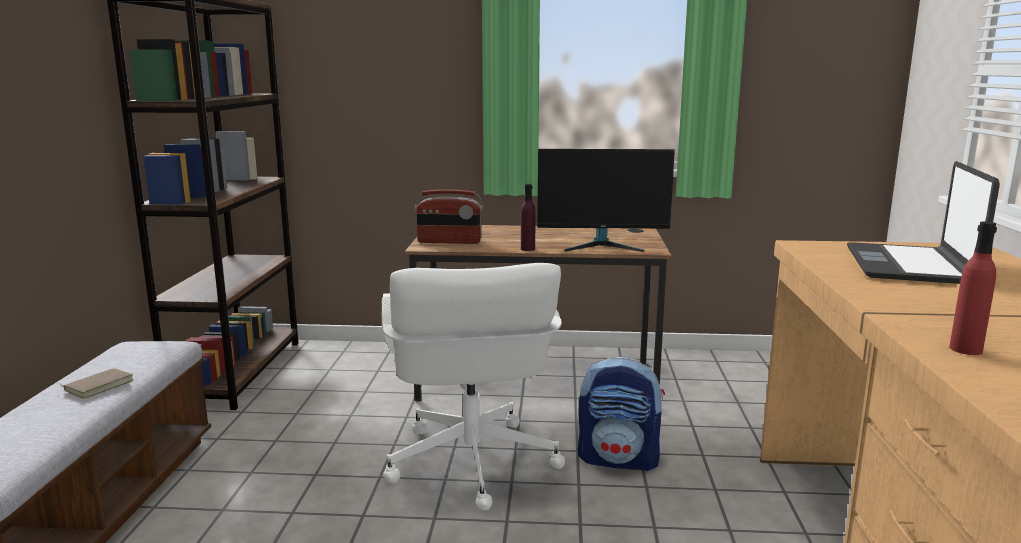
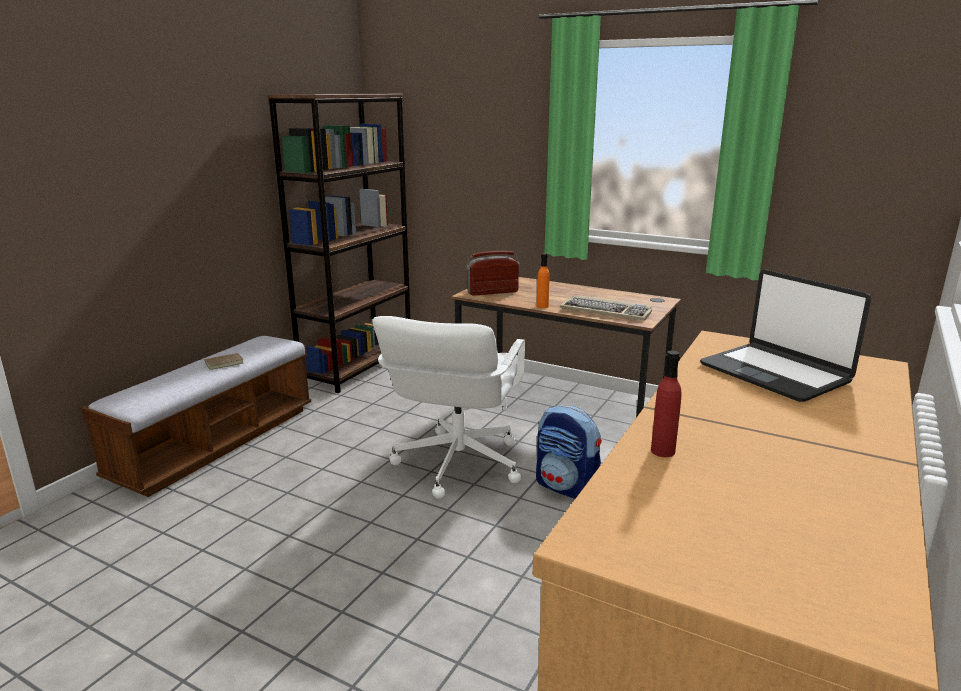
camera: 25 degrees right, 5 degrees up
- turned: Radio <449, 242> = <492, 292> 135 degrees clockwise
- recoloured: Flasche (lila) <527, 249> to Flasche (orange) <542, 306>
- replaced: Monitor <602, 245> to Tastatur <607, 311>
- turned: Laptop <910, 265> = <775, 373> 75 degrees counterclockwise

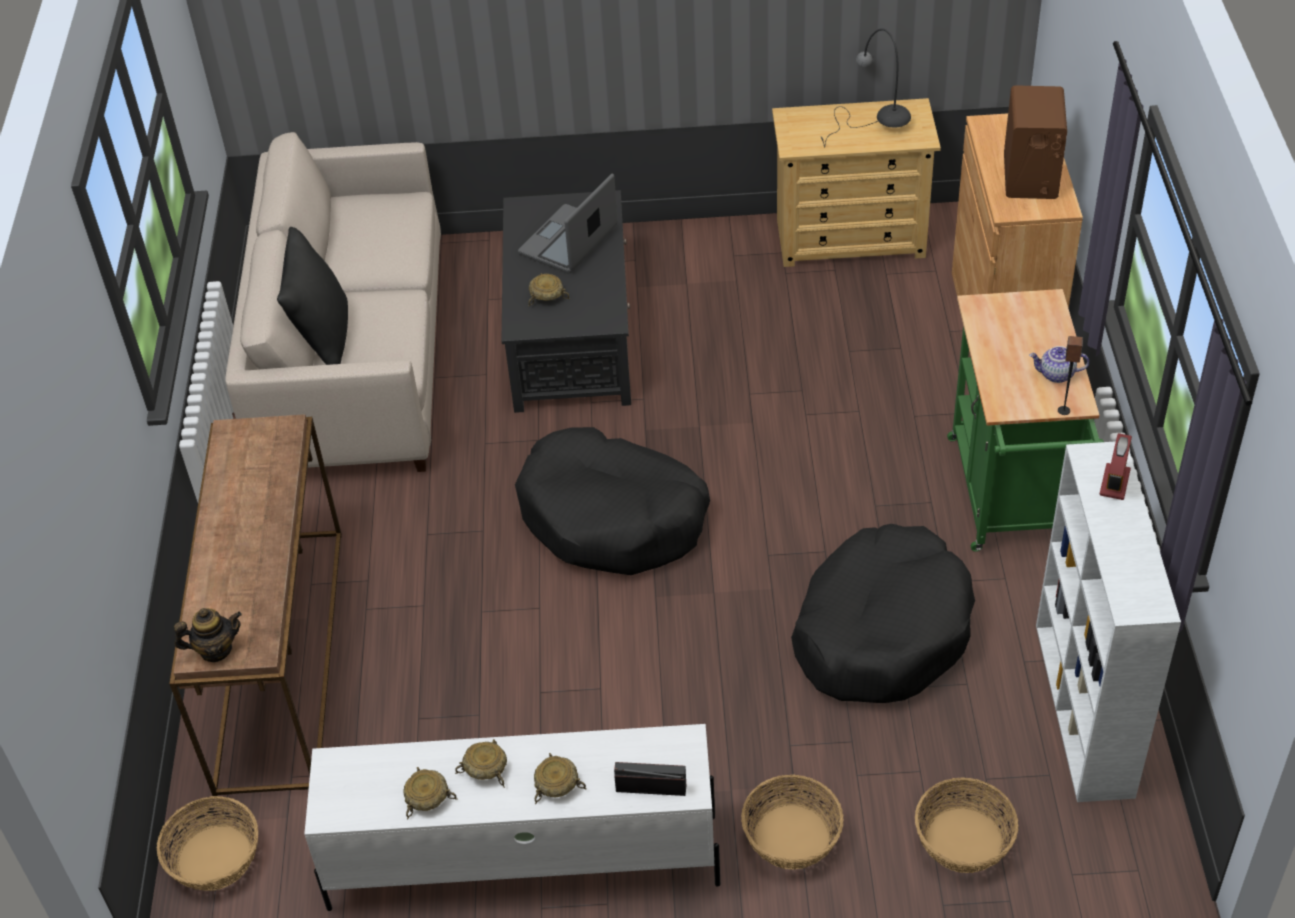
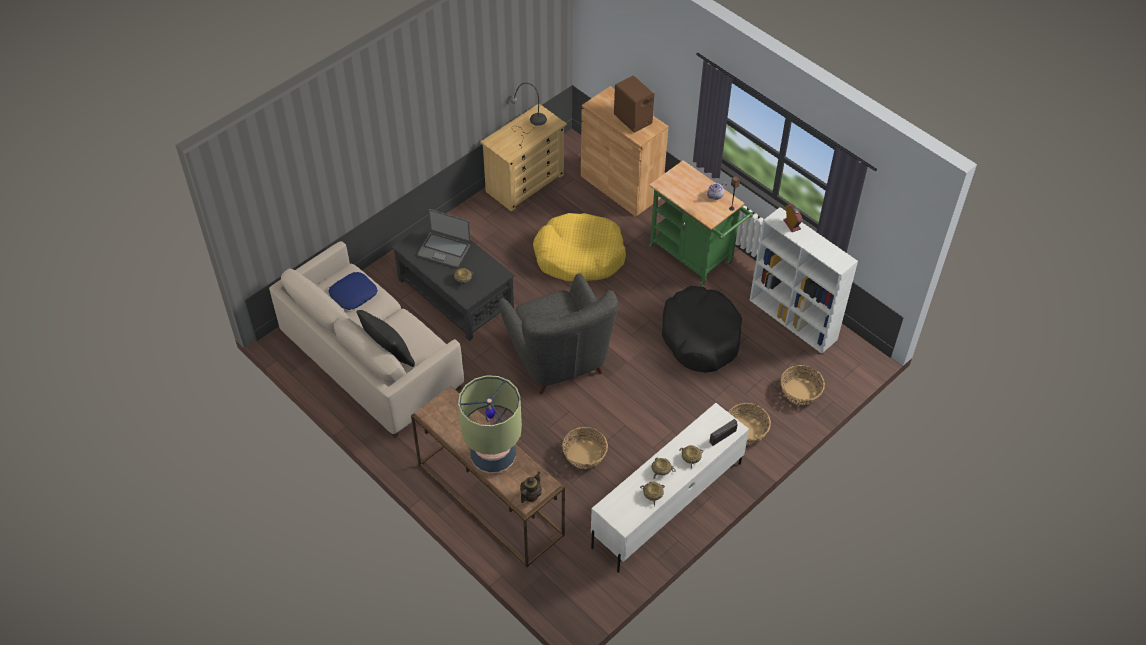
camera: 45 degrees left, 5 degrees up
- moved: Korb <215, 858> to <585, 454>
- replaced: Hundebett (schwarz) <613, 518> to Sessel (grau) <558, 358>
- turned: Laptop <569, 241> = <444, 249> 60 degrees counterclockwise
- added: Kissen (blau) <353, 294>
- added: Tischlampe <493, 457>
- added: Hundebett (gelb) <579, 256>

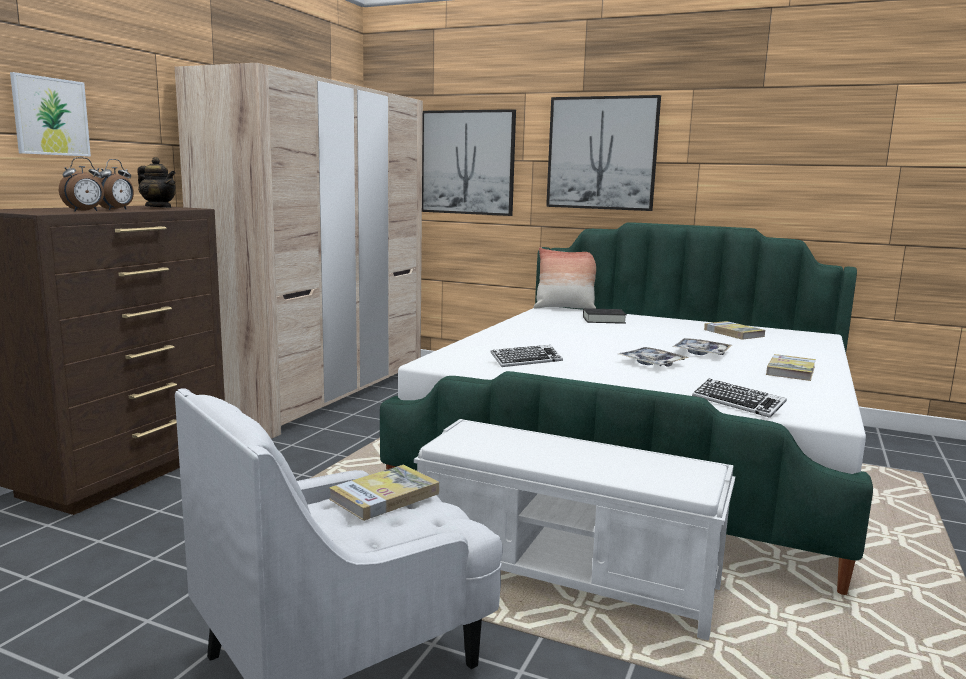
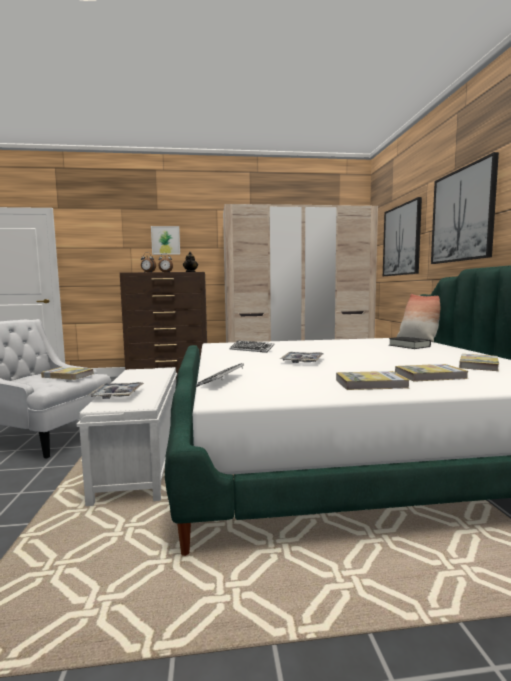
camera: 60 degrees right, 5 degrees down
- moved: Tablett <701, 353> to <117, 395>
- added: Buch <430, 376>

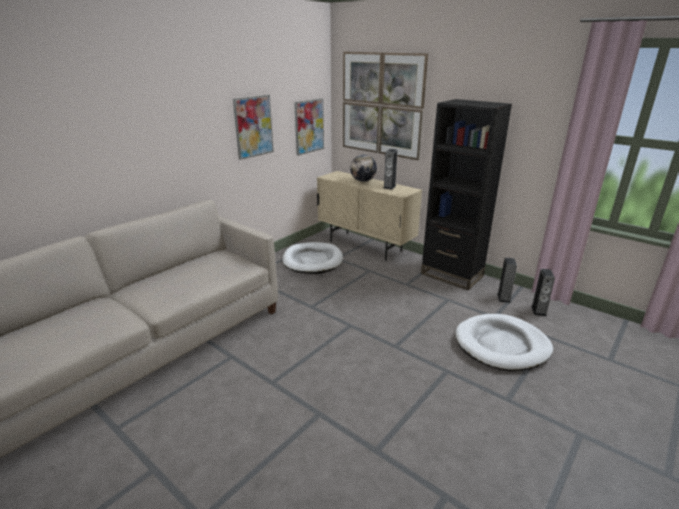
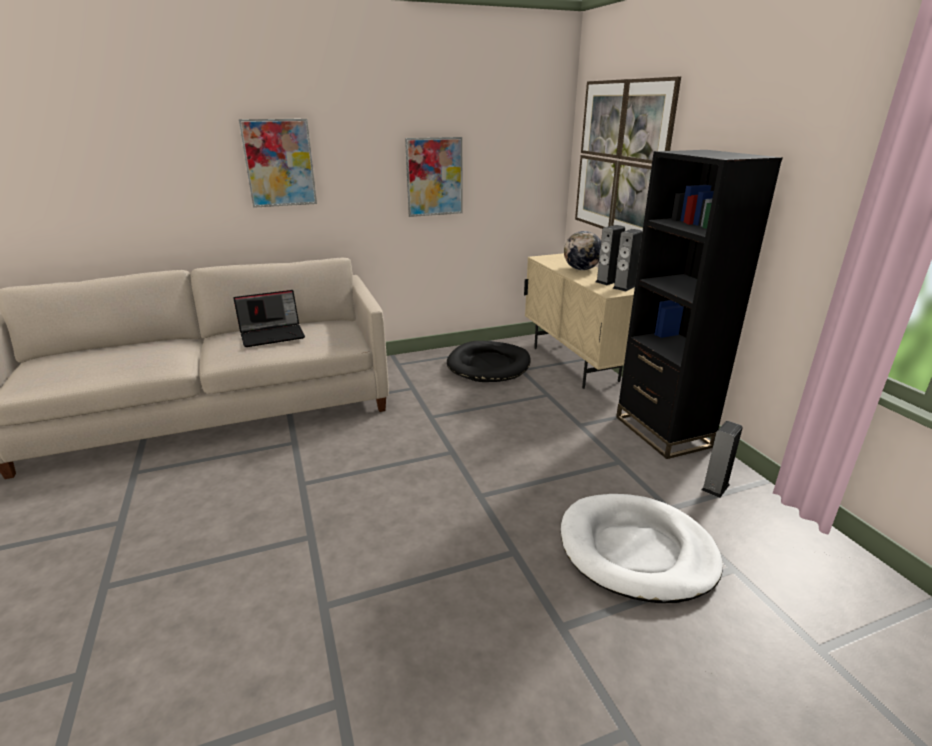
camera: 30 degrees right, 0 degrees up
- recoloured: Hundebett (weiß) <313, 260> to Hundebett (schwarz) <489, 365>
- moved: Bild <309, 126> to <279, 163>
- moved: Lautsprecher <538, 310> to <624, 287>
- added: Laptop <273, 334>

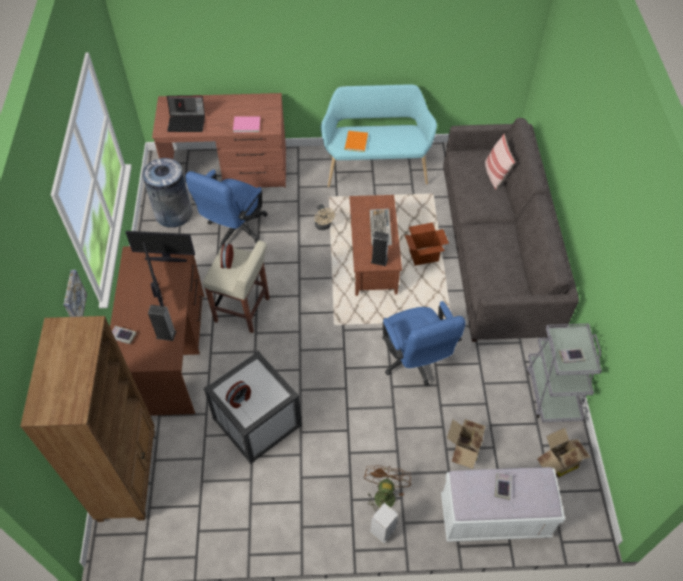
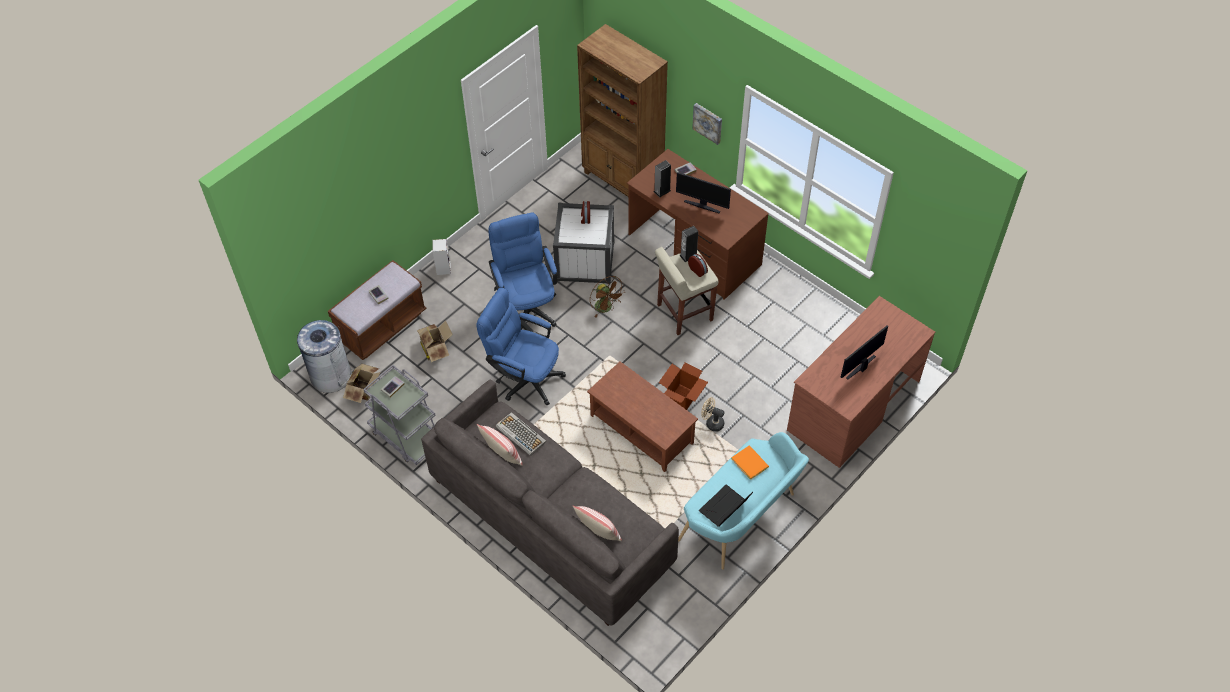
camera: 135 degrees right, 0 degrees up
- moved: Monitor <166, 258> to <861, 368>
- moved: Mülleimer (grau) <173, 214> to <331, 375>
- moved: Laptop <187, 122> to <724, 509>
- moved: Bürostuhl (blau) <234, 231> to <527, 304>
- removed: Buch (rosa) <246, 124>
- moved: Ventilator (braun) <384, 493> to <606, 308>
- moved: Tastatur <381, 228> to <520, 434>
- moved: Lautsprecher <379, 260> to <688, 255>
- moved: Karton <424, 256> to <682, 398>
- recoloured: Bank (weiß) <494, 517> to Bank (braun) <382, 326>
- added: Kissen <502, 454>

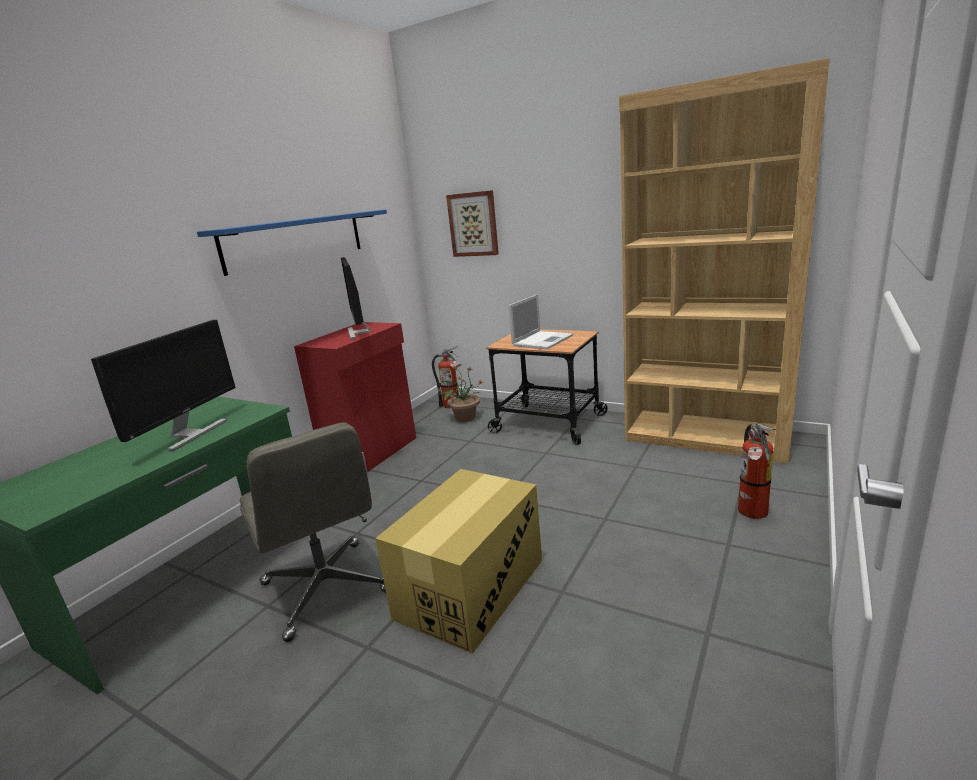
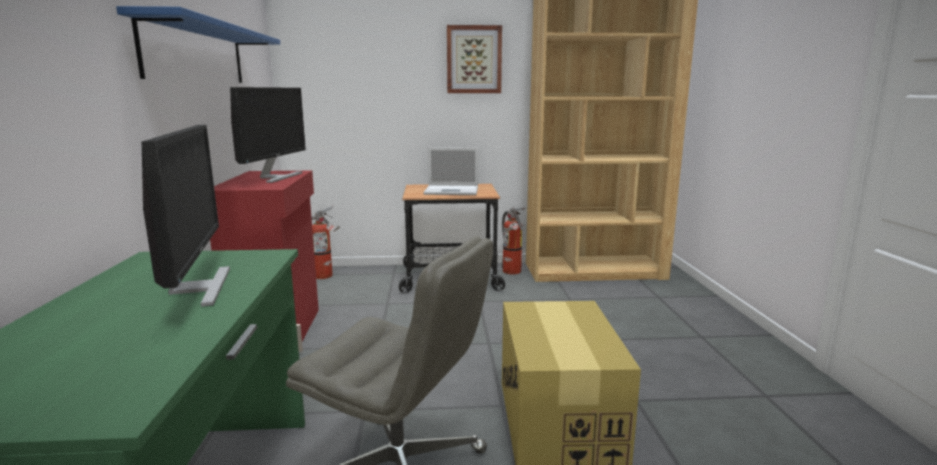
camera: 35 degrees left, 5 degrees down
- turned: Monitor <359, 332> = <275, 177> 120 degrees counterclockwise
- removed: Topfpflanze <464, 417>
- moved: Bild <473, 224> to <474, 60>
- turned: Laptop <543, 340> = <453, 191> 90 degrees clockwise
- moved: Feuerlöscher <752, 513> to <512, 272>

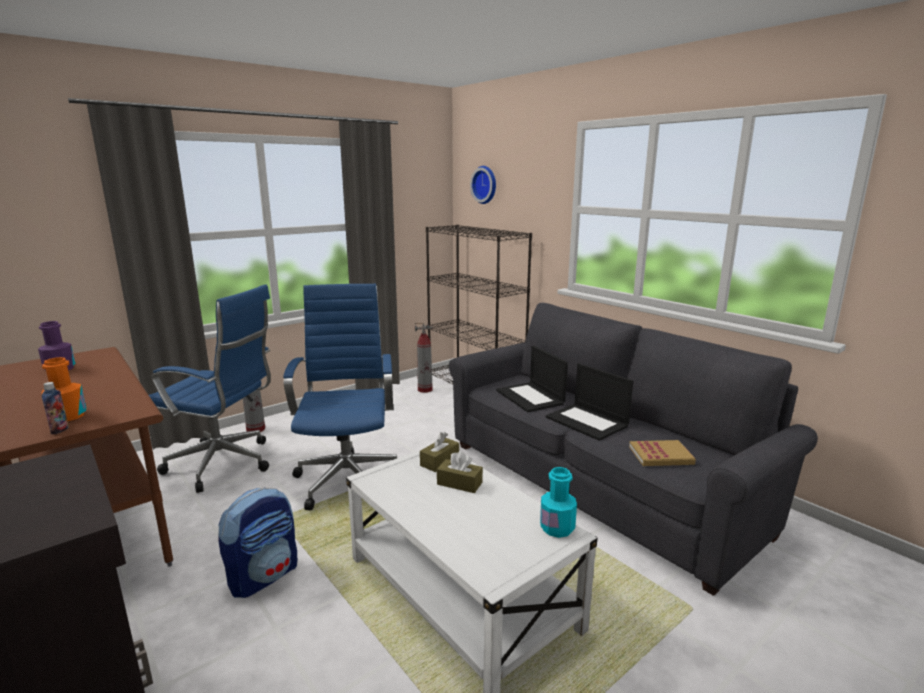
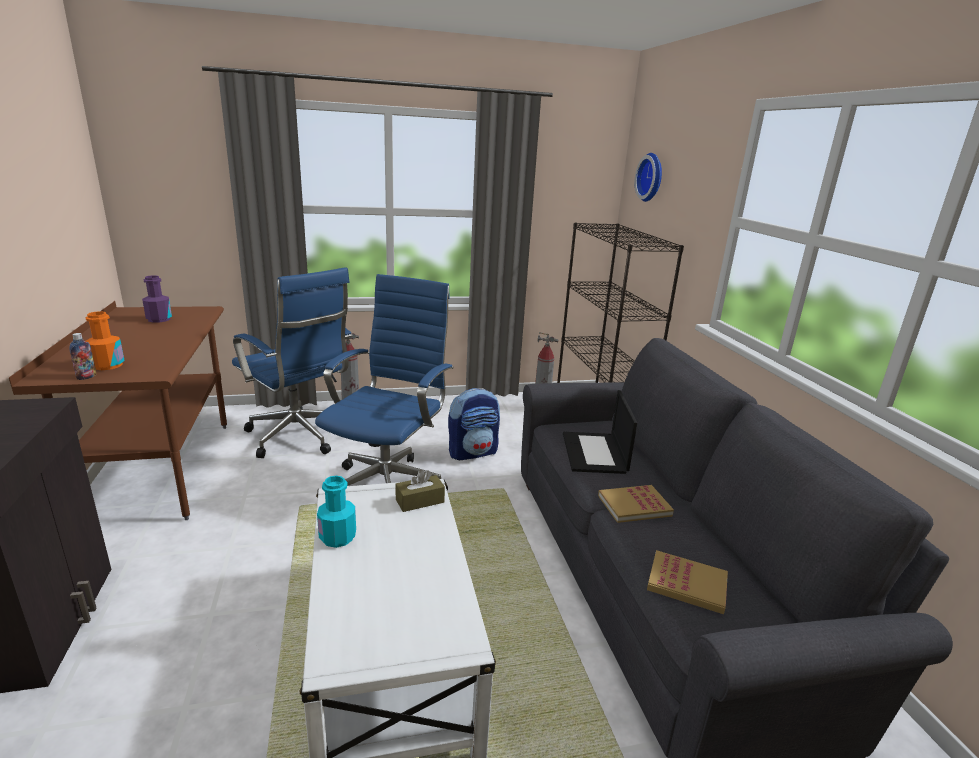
camera: 25 degrees right, 5 degrees up
- moved: Rucksack <264, 575> to <473, 452>
- removed: Taschentuchbox (braun) <459, 483>
- moved: Flasche (türkis) <557, 528> to <337, 537>
- replaced: Laptop <588, 422> to Buch <634, 505>

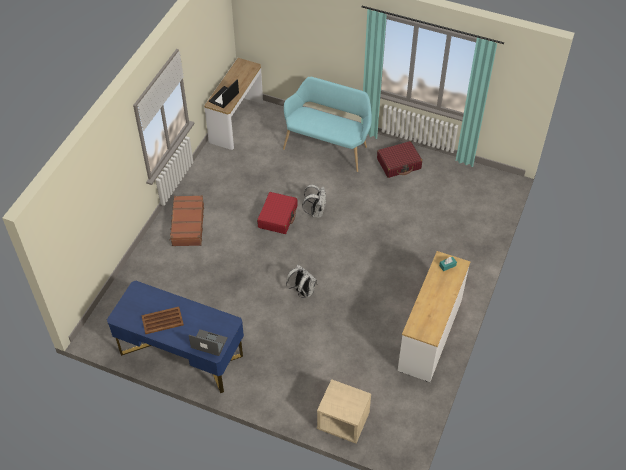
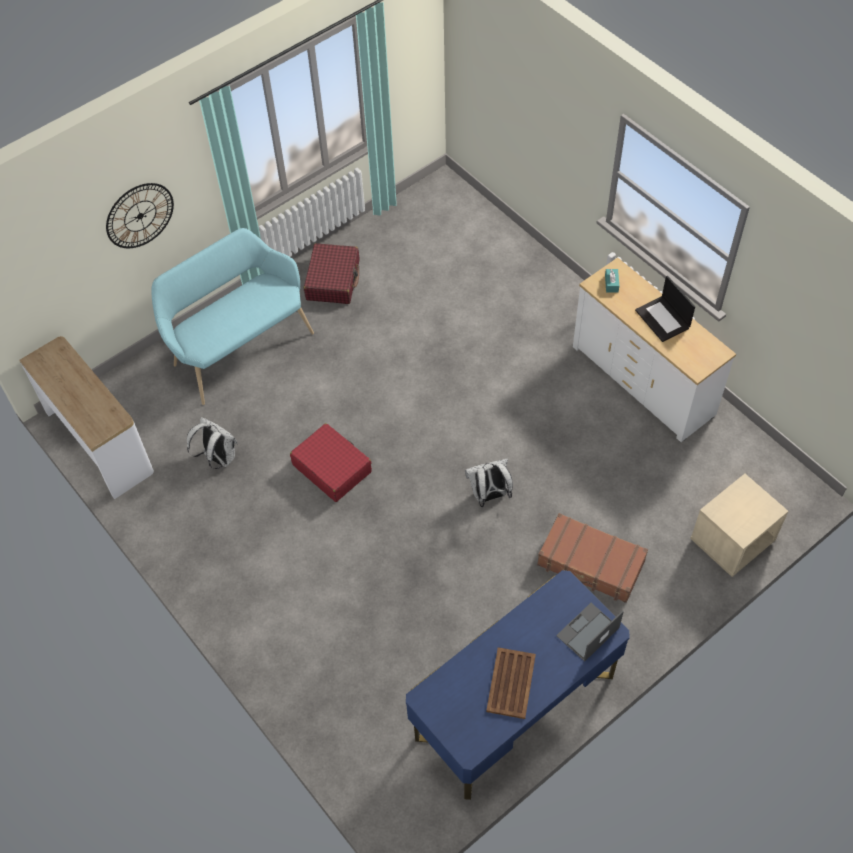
camera: 60 degrees left, 5 degrees up
- moved: Koffer (braun) <187, 225> to <591, 564>
- moved: Laptop <224, 97> to <663, 319>
- moved: Rucksack (weiß) <316, 212> to <218, 458>
- added: Wanduhr <140, 216>

